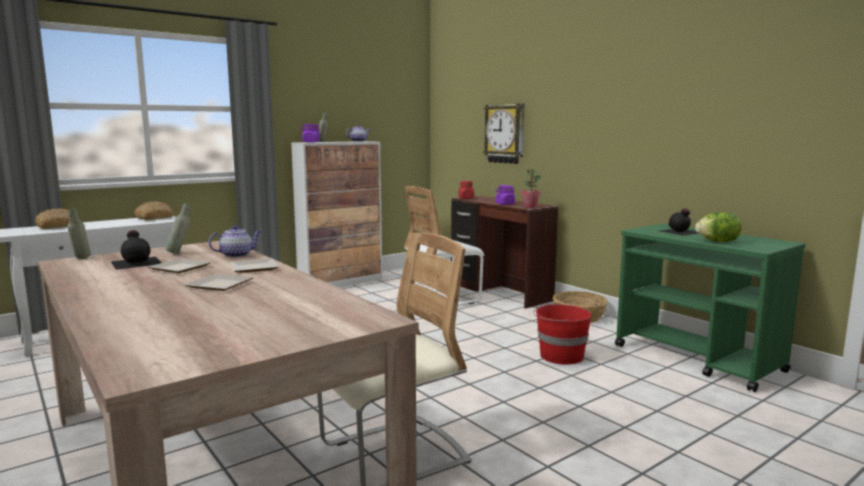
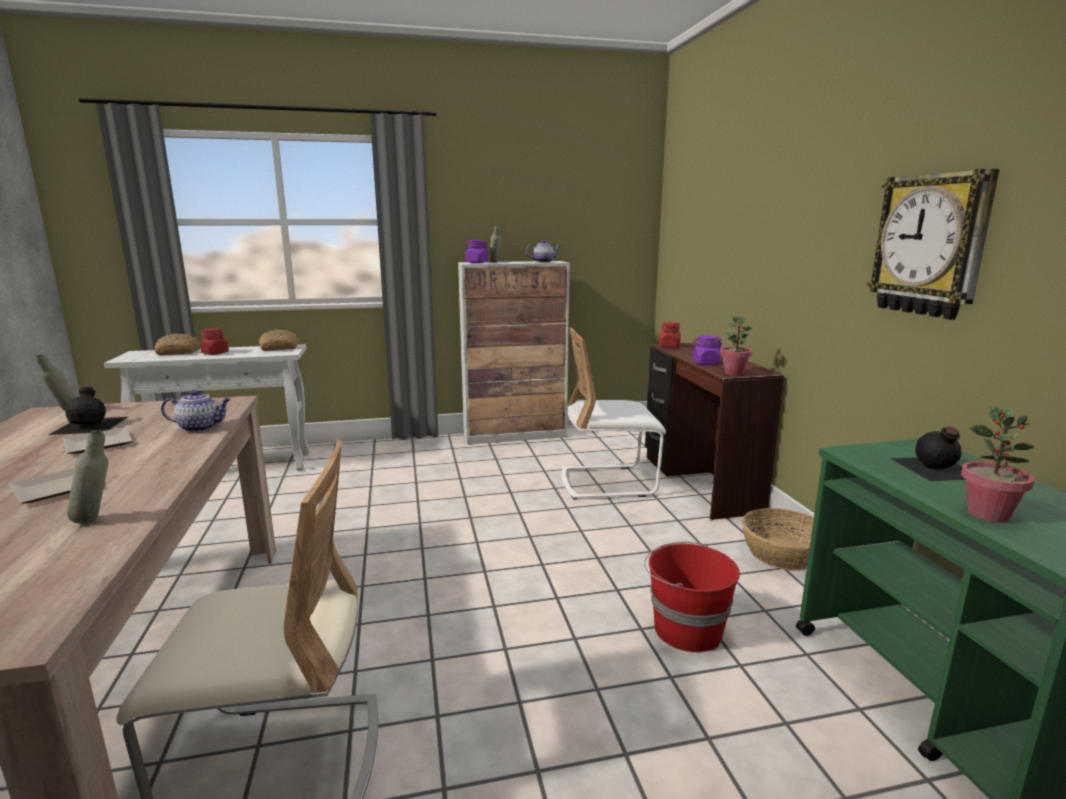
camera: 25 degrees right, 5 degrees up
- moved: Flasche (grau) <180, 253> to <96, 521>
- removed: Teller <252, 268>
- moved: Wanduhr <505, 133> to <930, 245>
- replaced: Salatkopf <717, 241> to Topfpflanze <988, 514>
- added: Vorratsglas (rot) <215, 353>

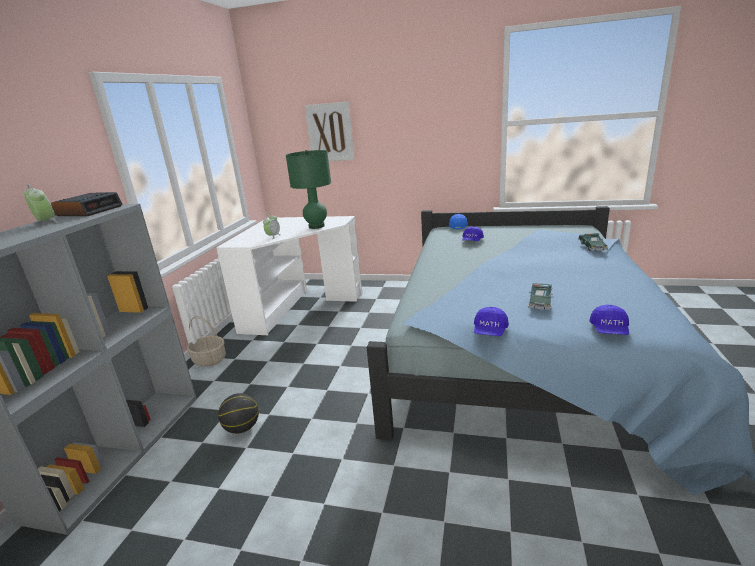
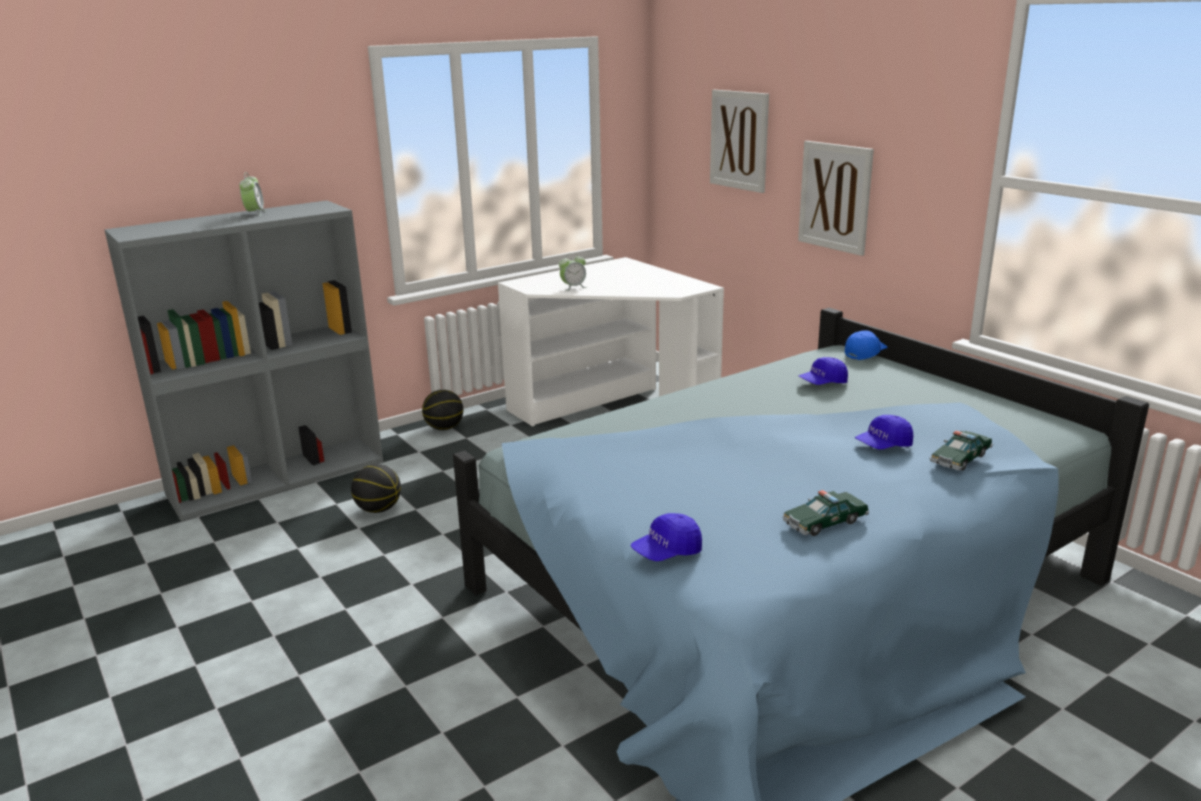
camera: 40 degrees right, 0 degrees up
- removed: Wecker <90, 211>
- replaced: Korb <210, 360> to Basketball <444, 428>
- removed: Tischlampe (grün) <316, 226>
- moved: Kappe (blau) <490, 331> to <883, 446>
- moved: Spielzeugauto <540, 301> to <825, 522>
- added: Bild <835, 197>

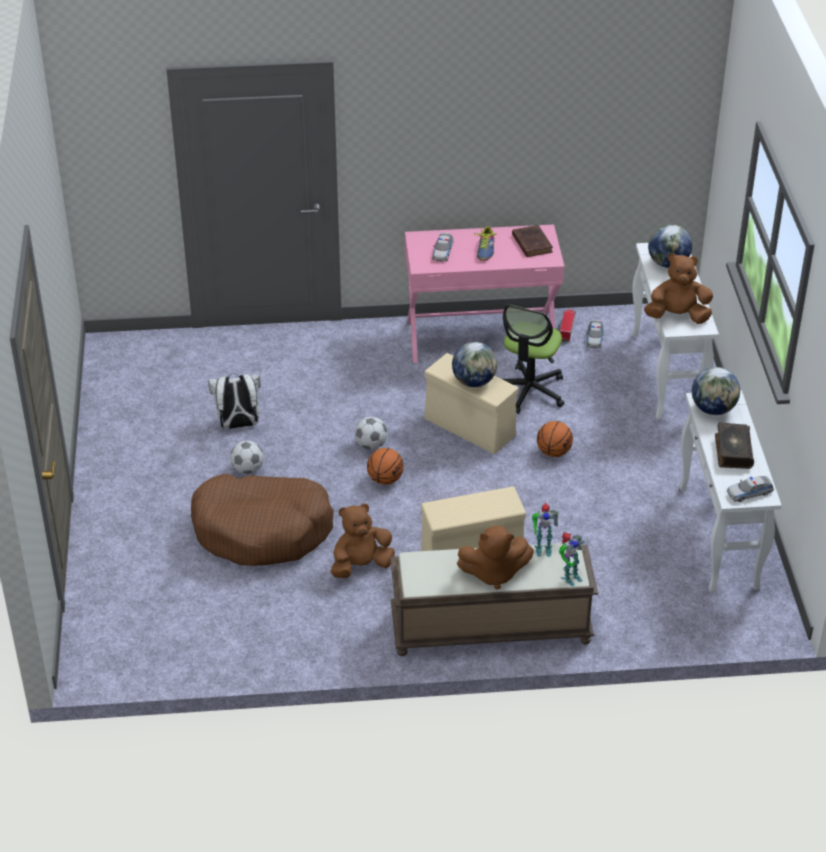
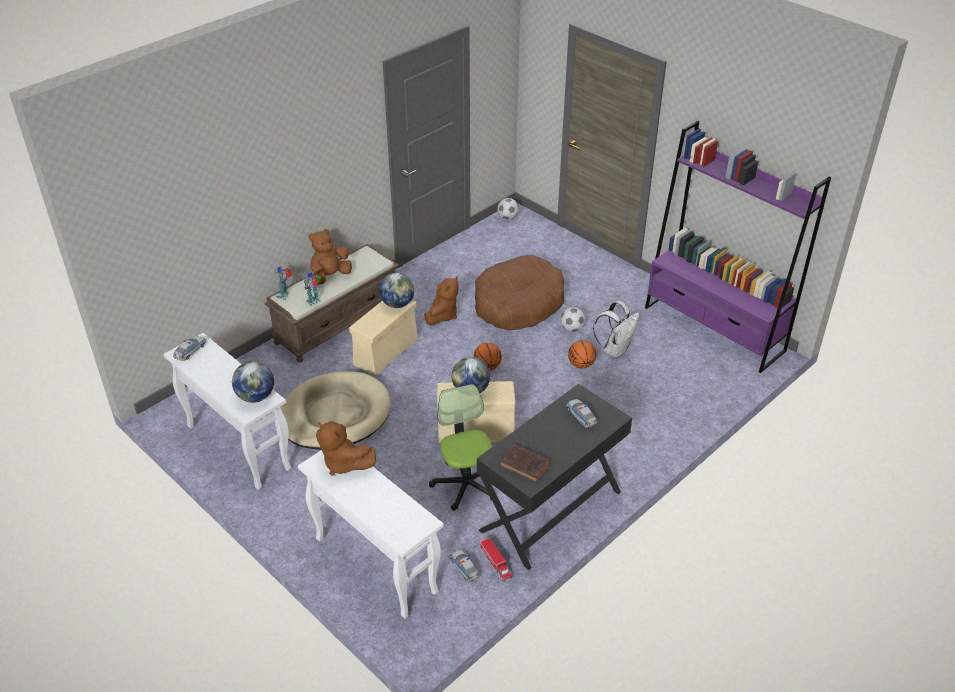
camera: 140 degrees right, 0 degrees up
- moved: Fußball <371, 445> to <507, 217>
- recoloured: Schreibtisch (rosa) <481, 336> to Schreibtisch (schwarz) <551, 511>
- removed: Schuh <485, 250>
- moved: Basketball <553, 452> to <581, 364>
- turned: Plüschtier (braun) <677, 316> = <343, 463> 75 degrees clockwise
- moved: Globus <667, 264> to <397, 304>
- removed: Buch <732, 451>
- added: Hundebett (beige) <335, 415>
- added: Bücherregal (lila) <714, 329>

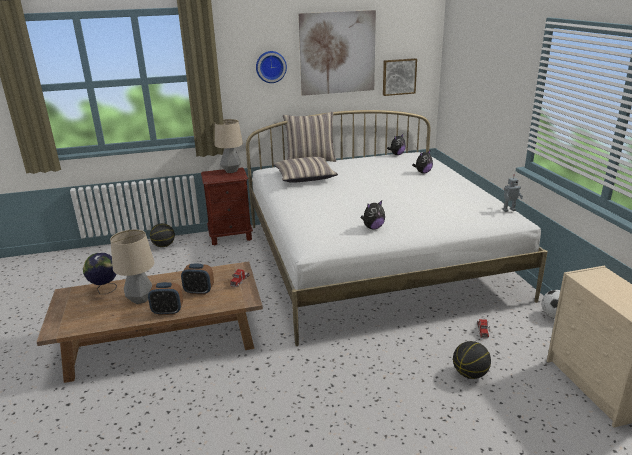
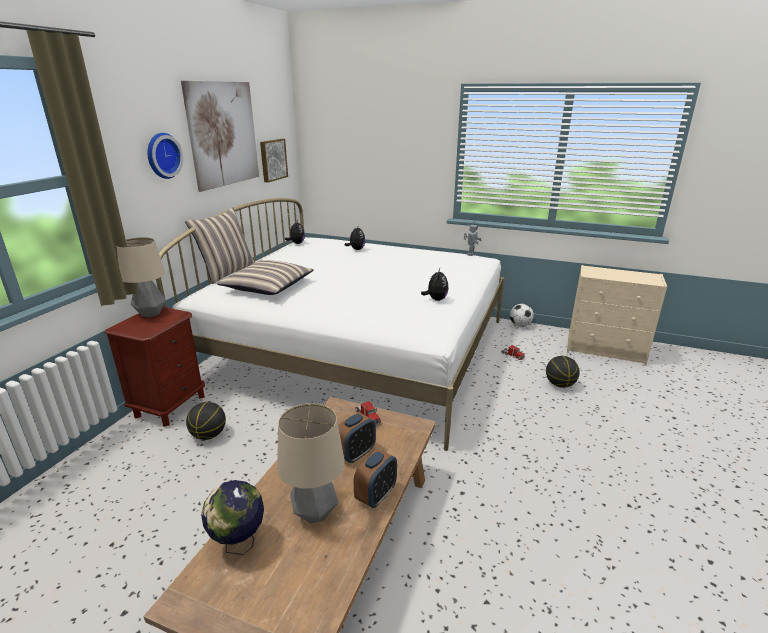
camera: 55 degrees left, 0 degrees up
- moved: Basketball <163, 245> to <208, 435>

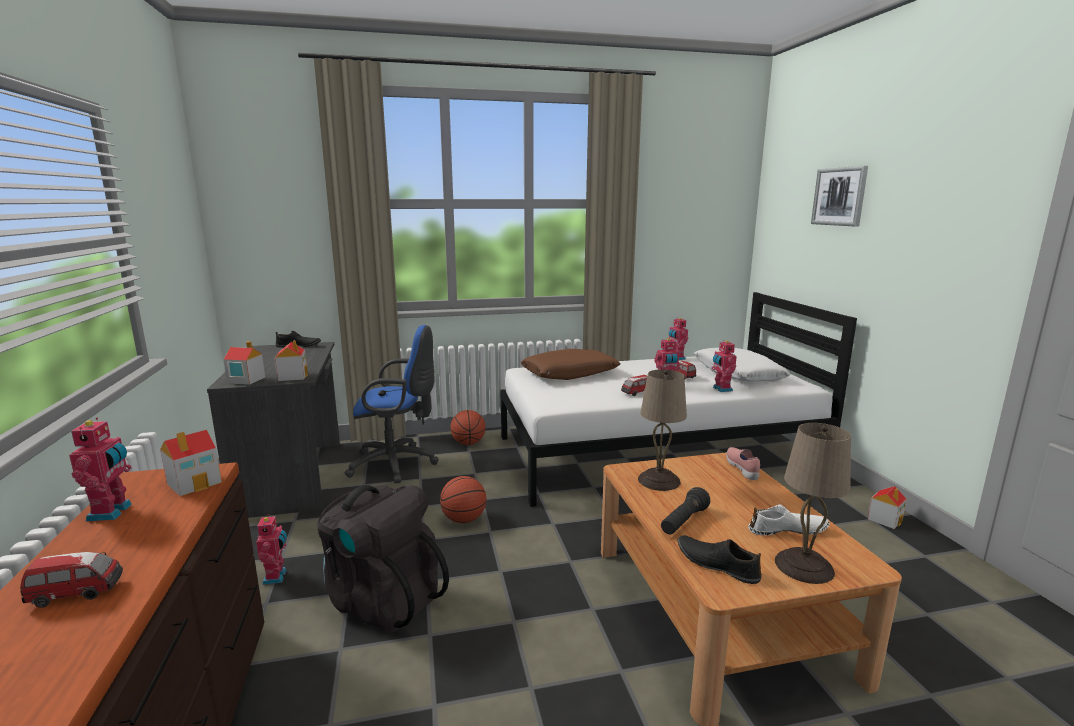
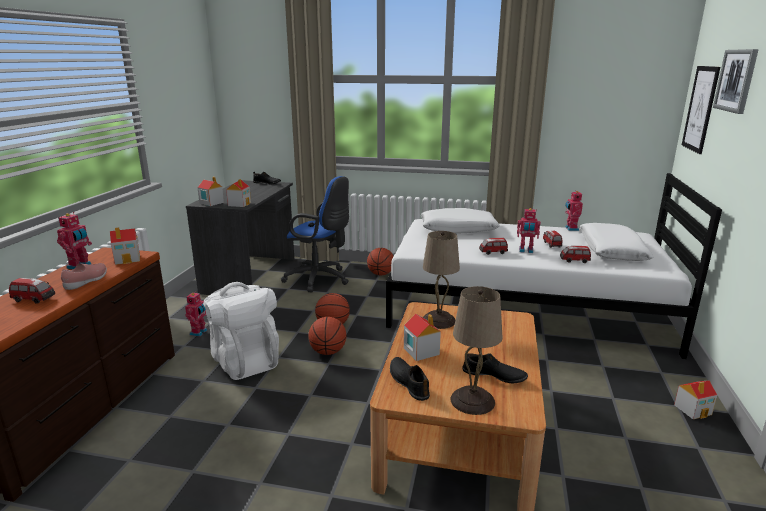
camera: 25 degrees right, 5 degrees up
- recoloured: Rucksack (schwarz) <382, 599> to Rucksack (weiß) <245, 360>
- recoloured: Kissen (braun) <569, 374> to Kissen (weiß) <458, 229>
- replaced: Taschenlampe (schwarz) <684, 522> to Spielzeughaus <421, 351>
- replaced: Spielzeugroboter <721, 389> to Spielzeugauto <574, 261>
- moved: Schuh (rosa) <742, 469> to <87, 281>
- recoloured: Schuh (weiß) <787, 530> to Schuh (schwarz) <494, 376>
- added: Basketball <328, 352>
- added: Bild <700, 109>

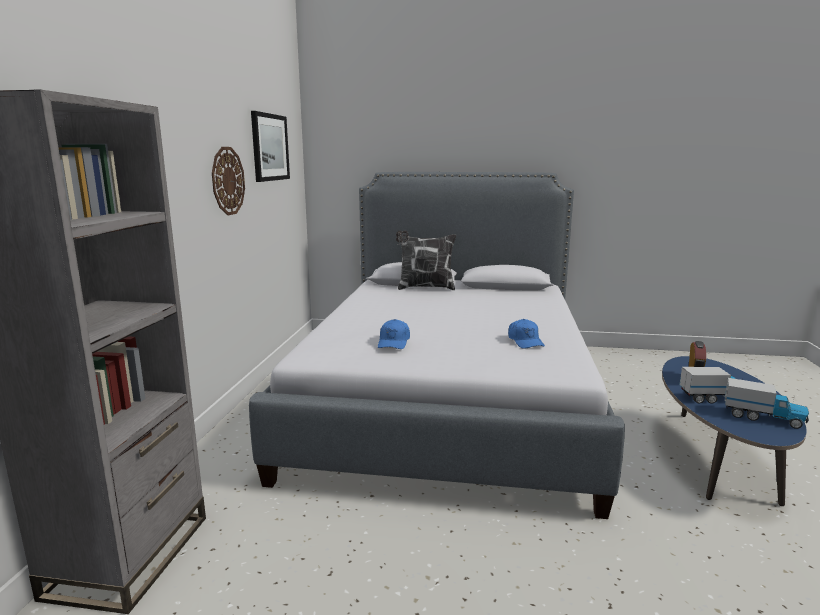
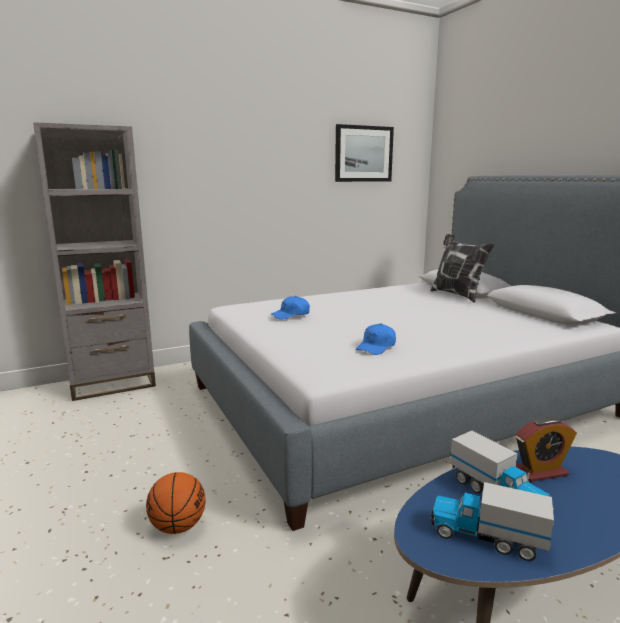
camera: 55 degrees right, 0 degrees up
- removed: Wanduhr <227, 181>
- turned: Spielzeuglaster <763, 418> = <486, 537> 120 degrees clockwise
- added: Basketball <178, 526>

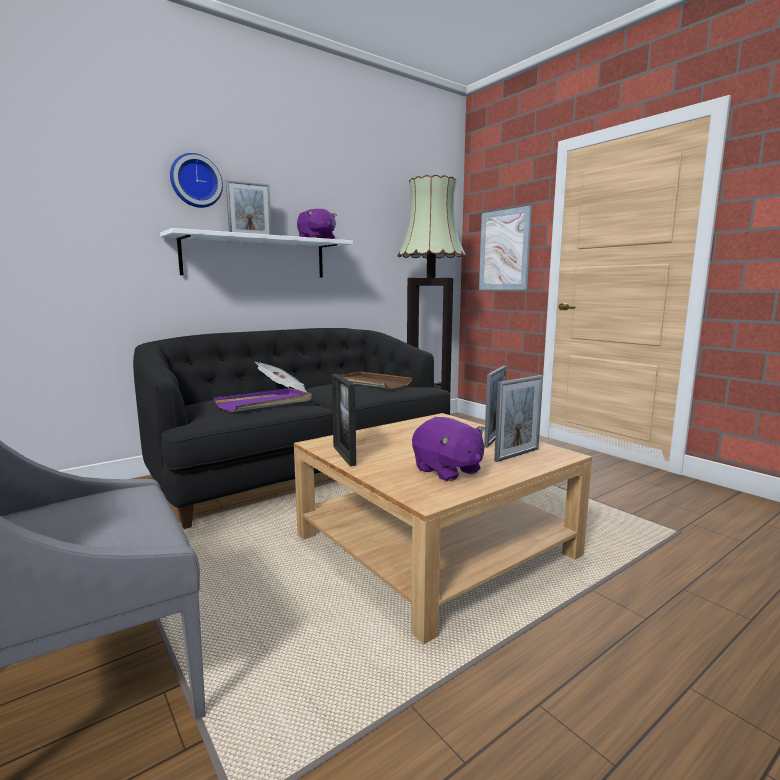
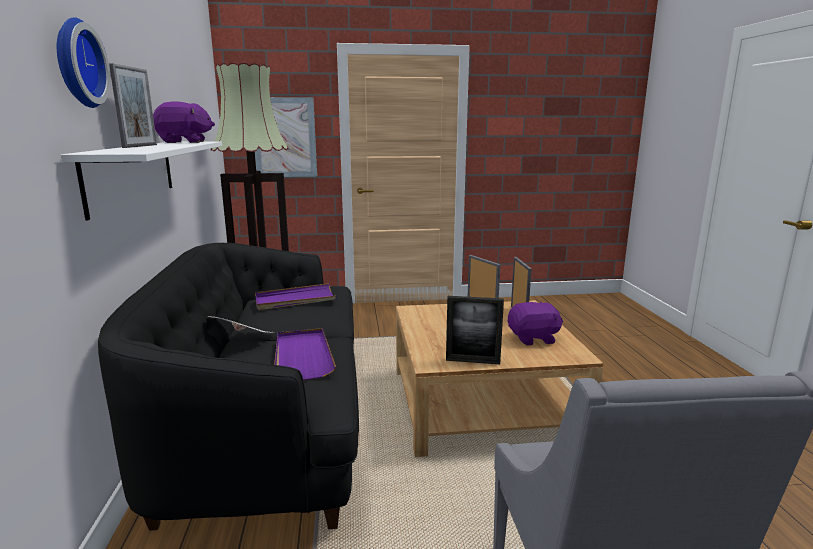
camera: 60 degrees left, 5 degrees up
- recoloured: Tablett (braun) <372, 383> to Tablett (lila) <295, 300>

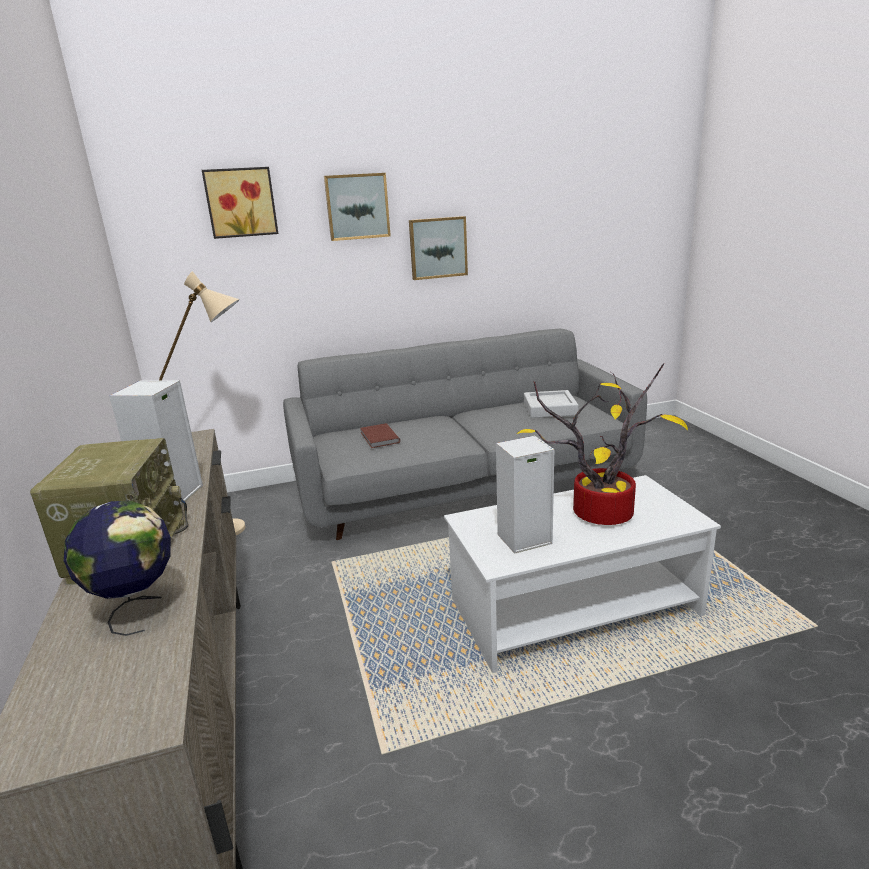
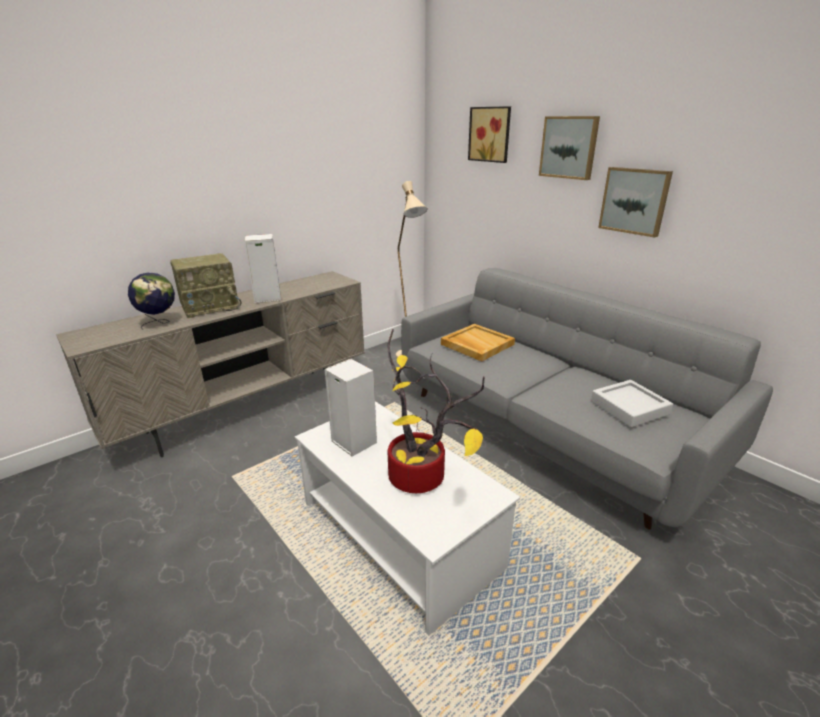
camera: 65 degrees right, 5 degrees up
- replaced: Buch (braun) <378, 438> to Tablett (beige) <476, 344>

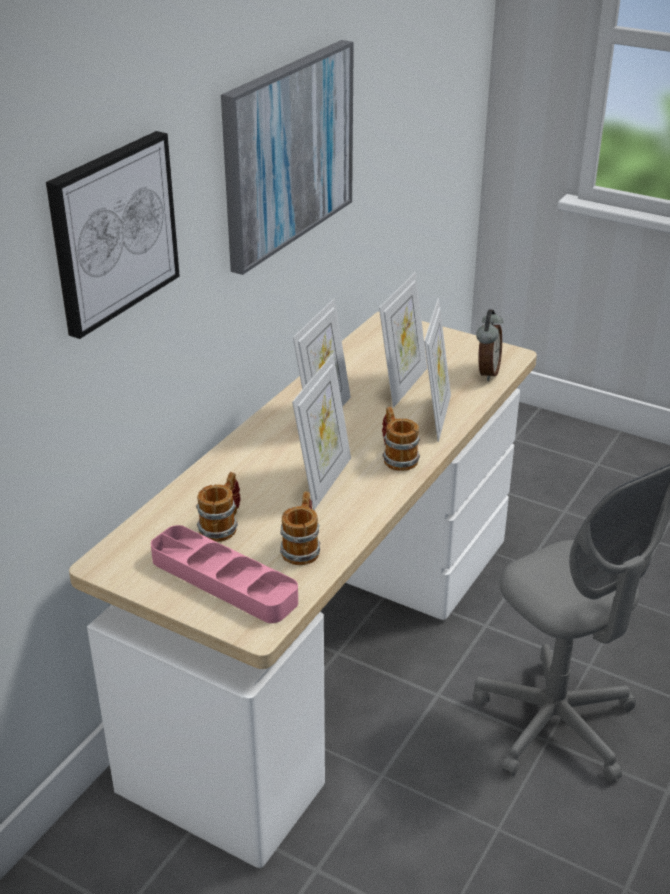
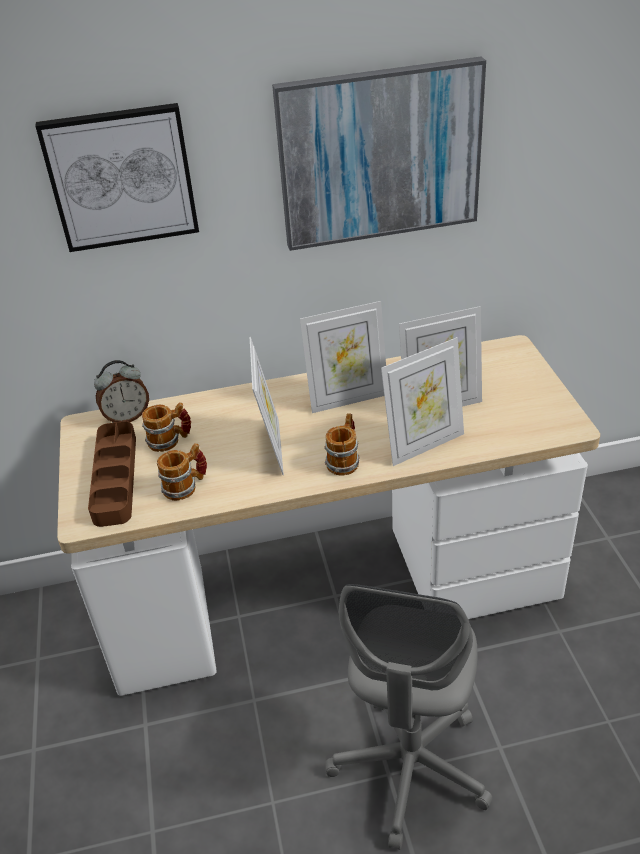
camera: 50 degrees right, 5 degrees up
- recoloured: Tablett (rosa) <223, 580> to Tablett (braun) <115, 477>
- turned: Bilderrahmen <323, 481> = <271, 447> 75 degrees counterclockwise
- moved: Wecker <486, 372> to <127, 417>

